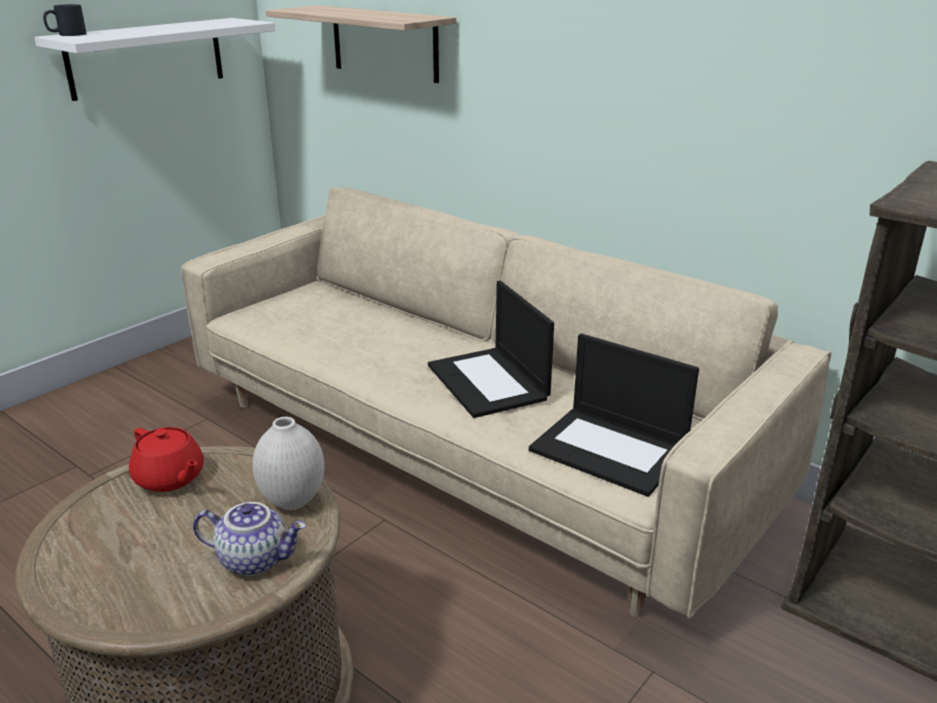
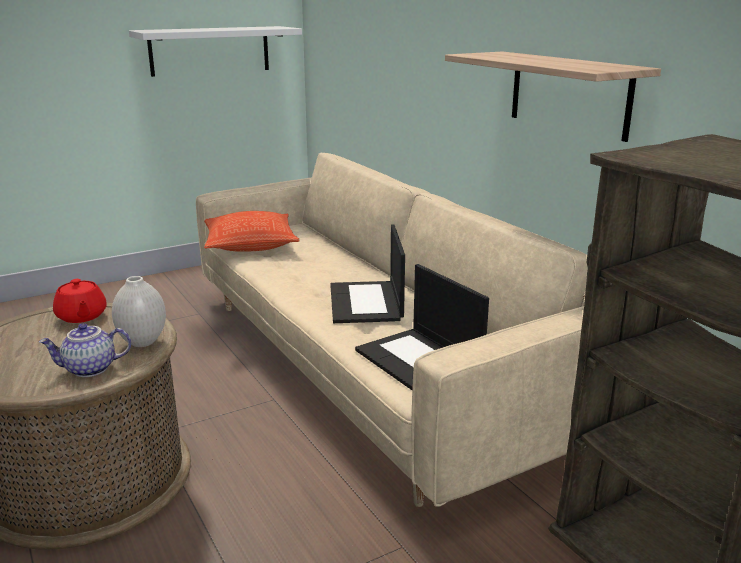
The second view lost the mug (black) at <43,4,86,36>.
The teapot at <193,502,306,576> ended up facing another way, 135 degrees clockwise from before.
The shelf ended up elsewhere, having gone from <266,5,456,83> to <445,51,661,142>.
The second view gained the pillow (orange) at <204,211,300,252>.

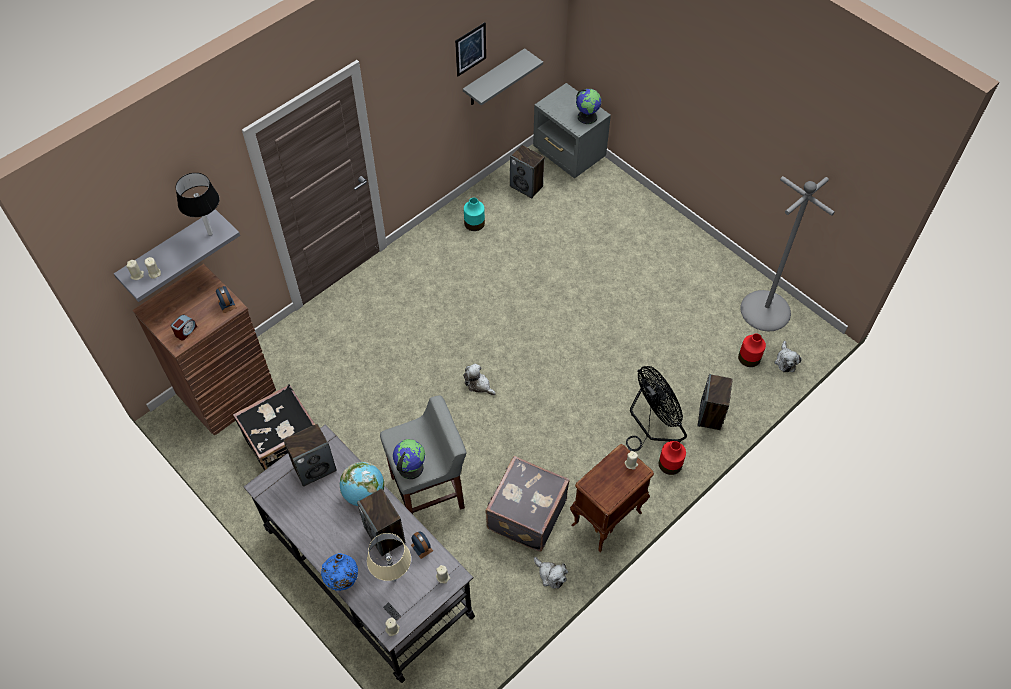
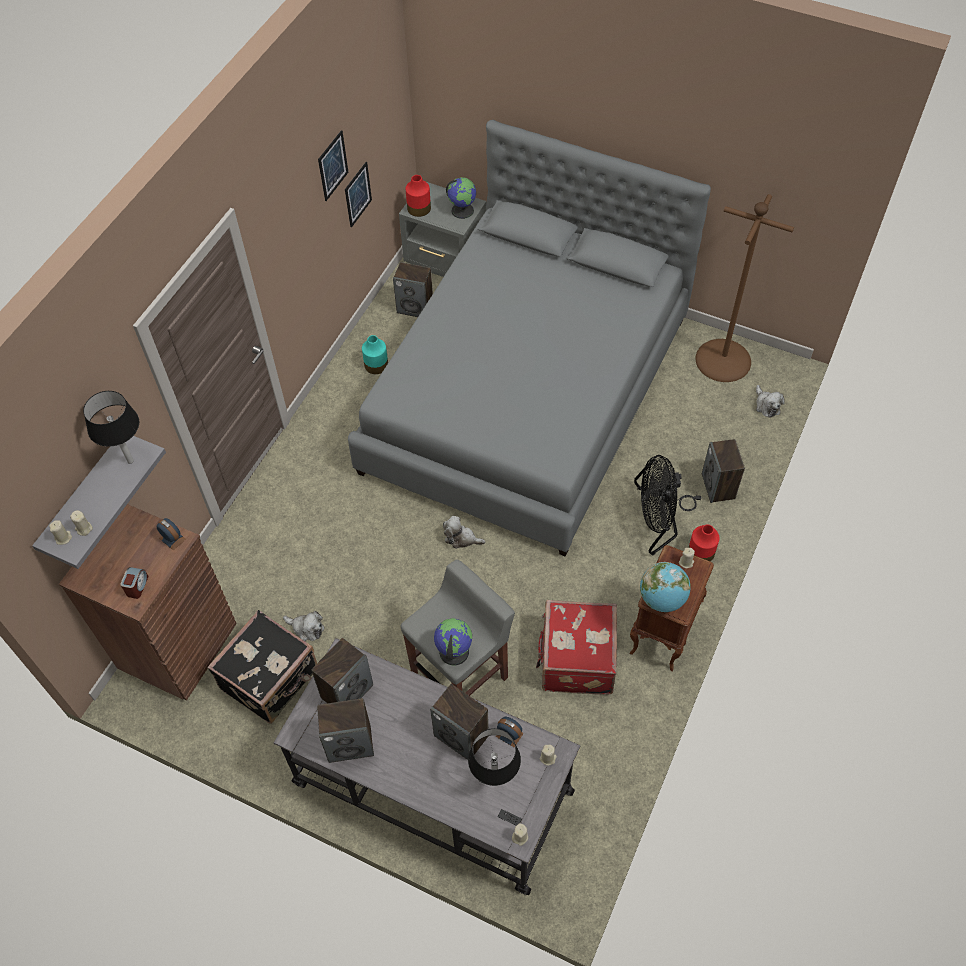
The second view lost the vase (blue) at <321,553,358,591>.
The globe ended up elsewhere, having gone from <340,462,384,506> to <640,562,691,612>.
What was the table lamp (beige) at <367,533,411,582> turned into the table lamp (black) at <468,728,521,786>.
Where the shelf (grey) hung at <463,48,543,105>, the picture came to hang at <345,162,372,228>.
What was the suitcase (grey) at <485,456,570,552> turned into the suitcase (red) at <536,600,617,695>.
The plush toy ended up elsewhere, having gone from <534,557,568,589> to <283,611,325,641>.
The fan (black) at <626,366,687,451> ended up facing another way, 135 degrees counterclockwise from before.
The vase (red) ended up elsewhere, having gone from <738,333,766,367> to <406,175,431,217>.
What was the clothes rack (grey) at <741,176,835,332> turned into the clothes rack (brown) at <695,194,794,382>.
The second view gained the speaker at <317,698,374,763>.
The second view gained the bed (grey) at <348,120,711,556>.

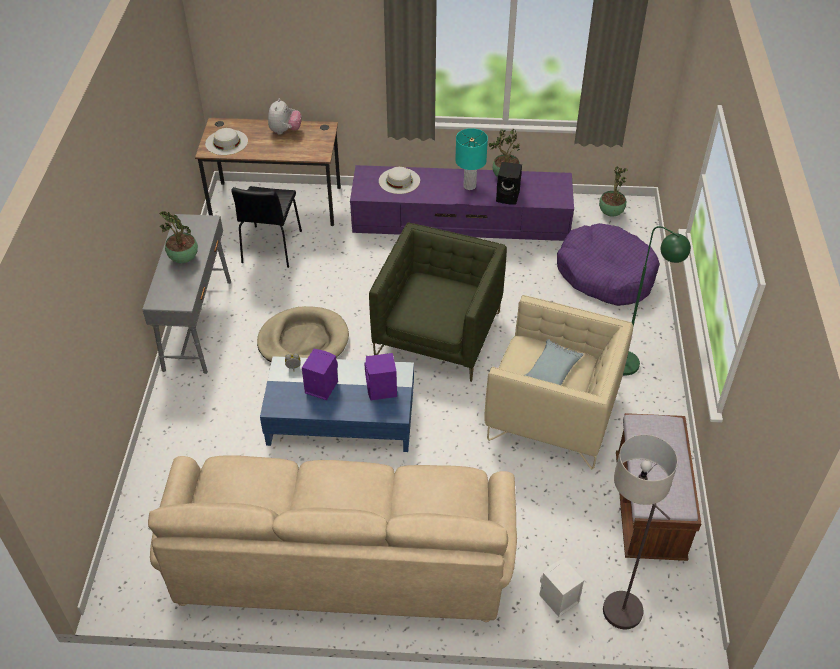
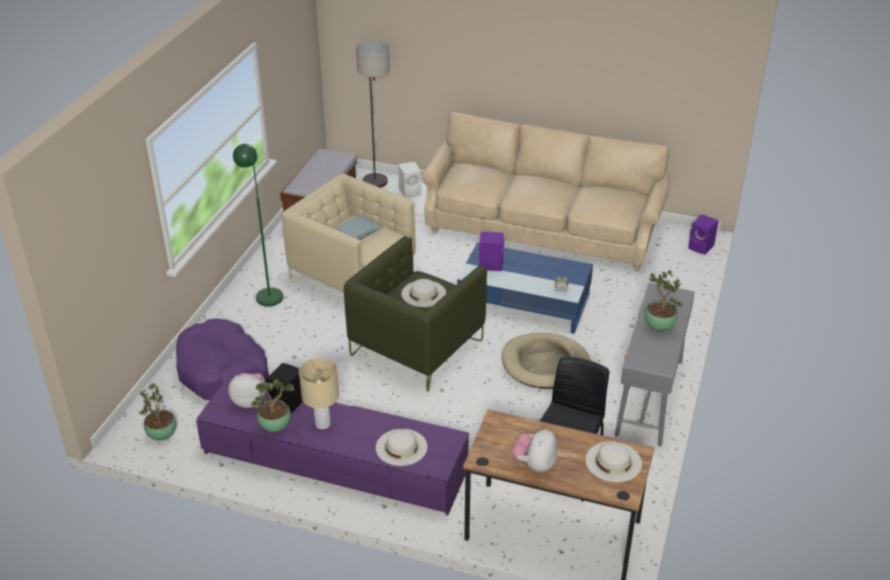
The speaker (purple) ended up elsewhere, having gone from <302,349,338,400> to <688,214,719,255>.
What was the table lamp (turquoise) at <455,128,488,190> turned into the table lamp (beige) at <299,358,339,429>.
The second view gained the plush toy at <228,373,266,408>.
The second view gained the hat (white) at <402,279,446,307>.

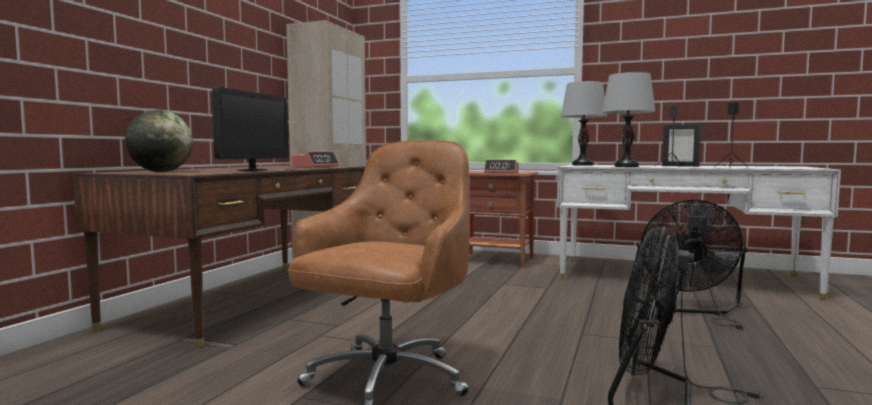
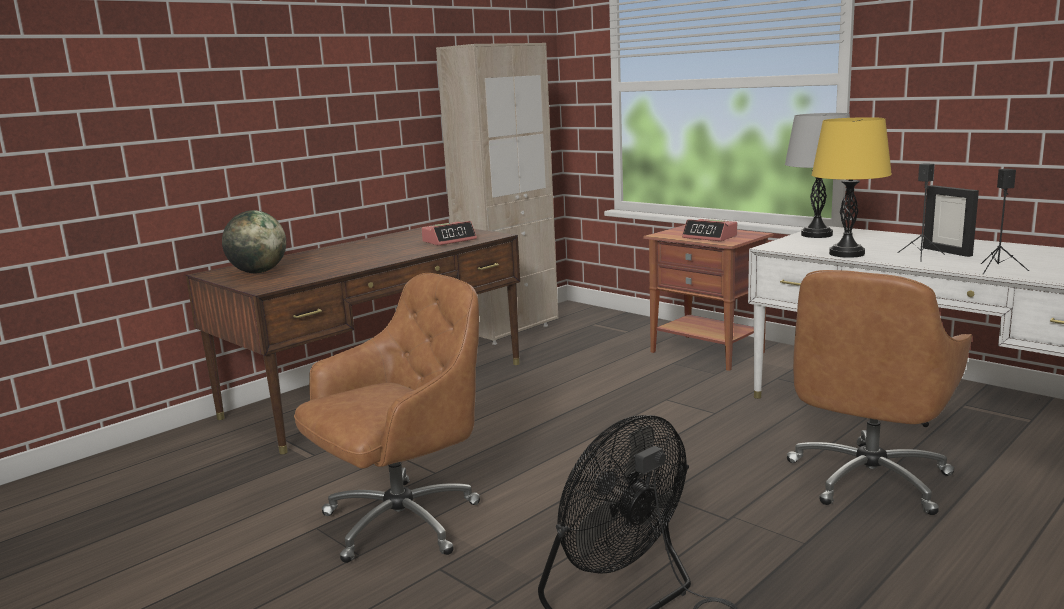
The second view lost the monitor at <212,87,289,171>.
What was the table lamp (grey) at <602,72,655,167> turned into the table lamp (yellow) at <812,117,892,258>.
Where the fan (black) stood at <633,200,748,330>, the office chair (brown) came to stand at <787,270,972,515>.

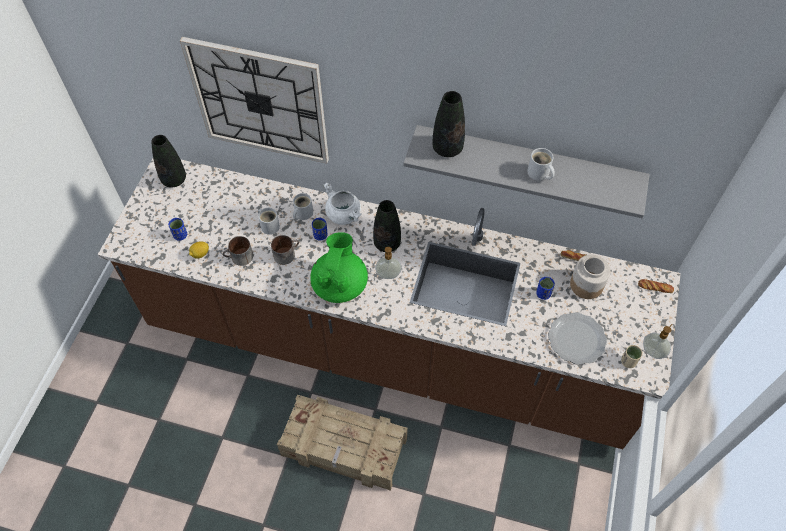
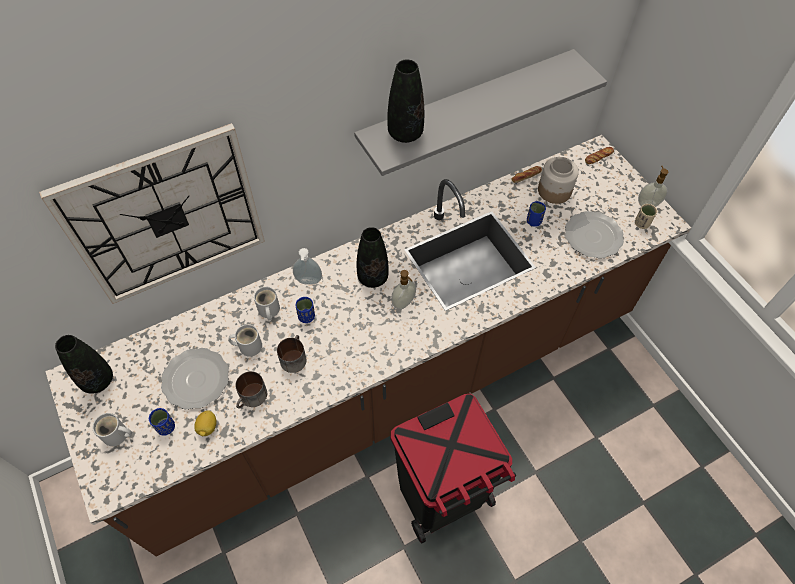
Where the crate stood at <277,395,408,491>, the trash can (black) came to stand at <391,394,516,543>.
The second view lost the teapot (green) at <310,232,368,303>.
Where the cooking pot (white) stood at <323,183,362,225>, the soap dispenser came to stand at <293,248,322,285>.
The mug (white) ended up elsewhere, having gone from <527,148,555,181> to <92,413,132,446>.
The second view gained the plate at <161,348,229,410>.

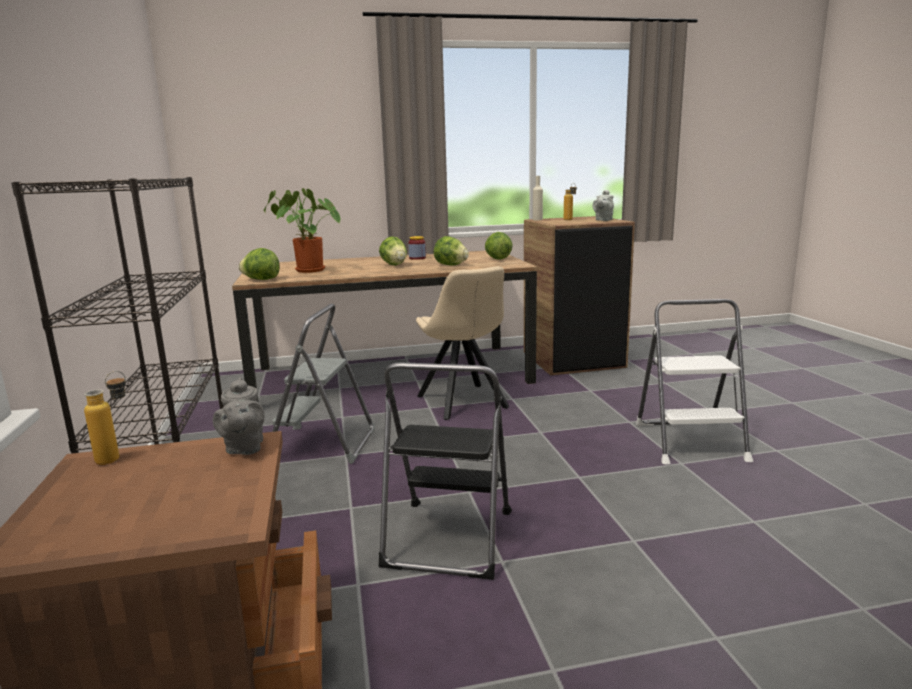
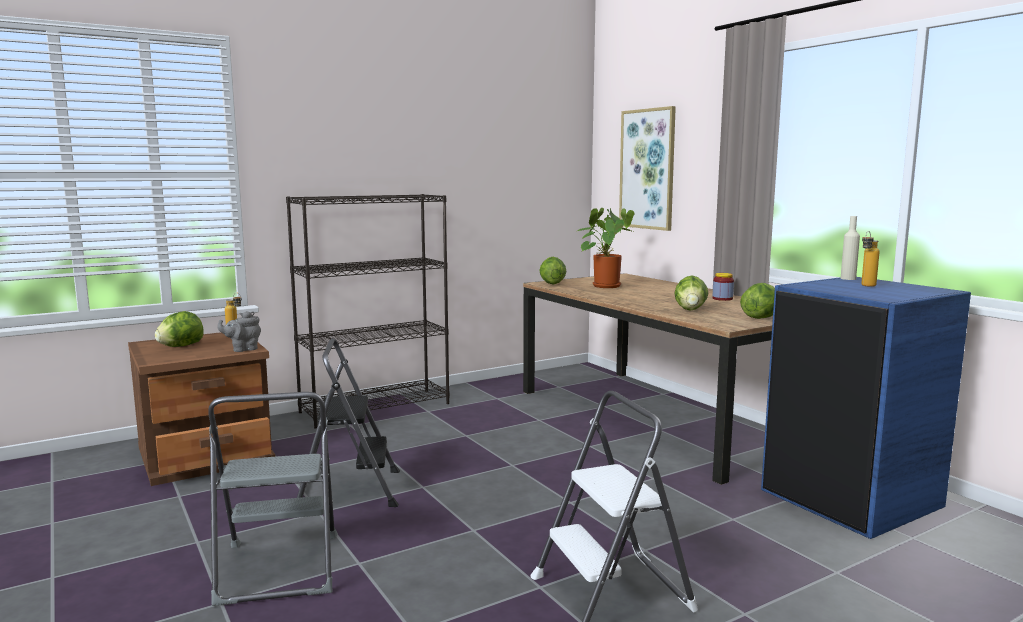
The step ladder (grey) ended up elsewhere, having gone from <272,304,375,464> to <208,392,338,606>.
The lettuce ended up elsewhere, having gone from <379,236,407,266> to <155,311,204,347>.
The second view lost the chair (beige) at <416,266,509,420>.
What was the cabinet (brown) at <524,216,635,375> turned into the cabinet (blue) at <761,277,971,539>.
The second view lost the teapot (grey) at <593,190,614,221>.
The second view gained the picture at <619,106,676,231>.

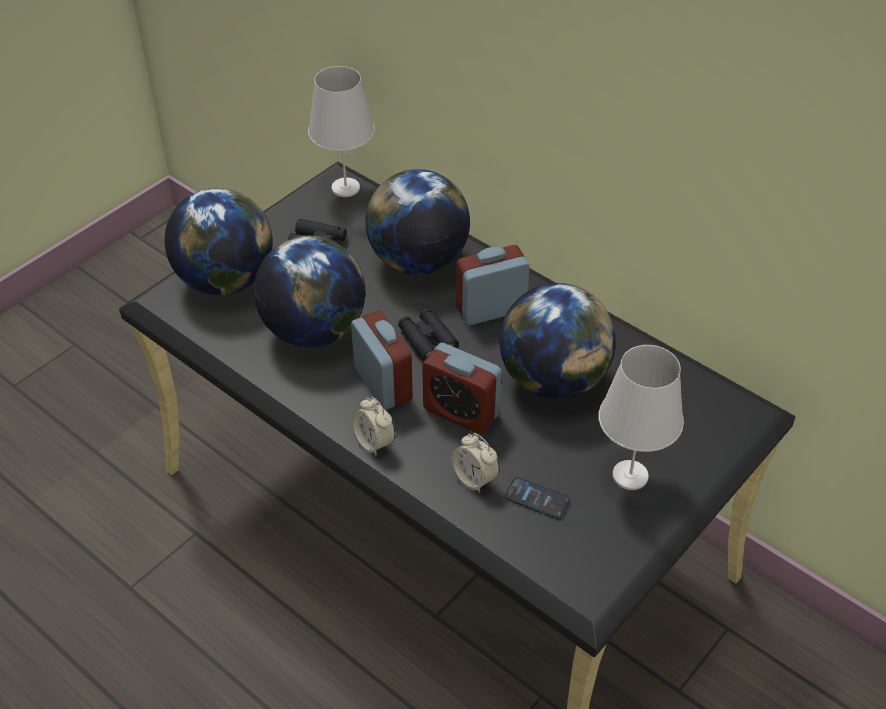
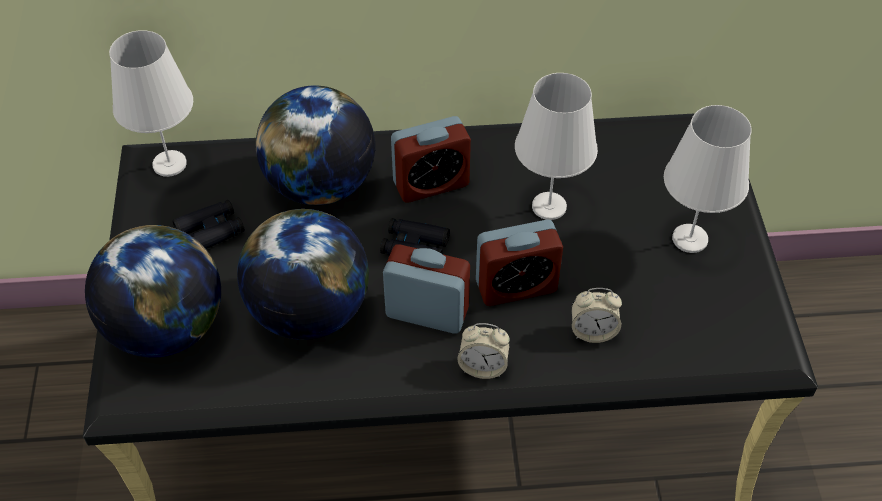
The alarm clock at <456,245,530,325> ended up facing another way, 135 degrees counterclockwise from before.
Where the globe stood at <499,283,616,399>, the table lamp (white) came to stand at <515,73,598,220>.
The second view lost the phone at <505,477,570,519>.

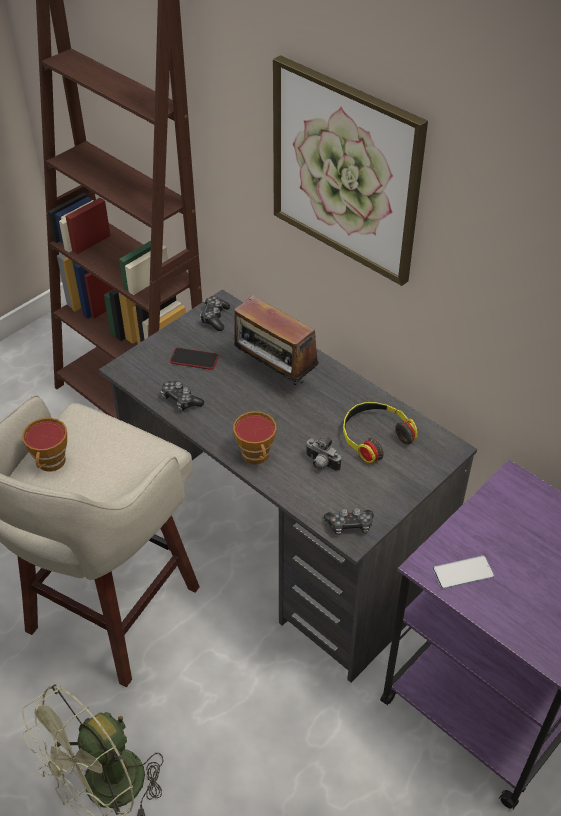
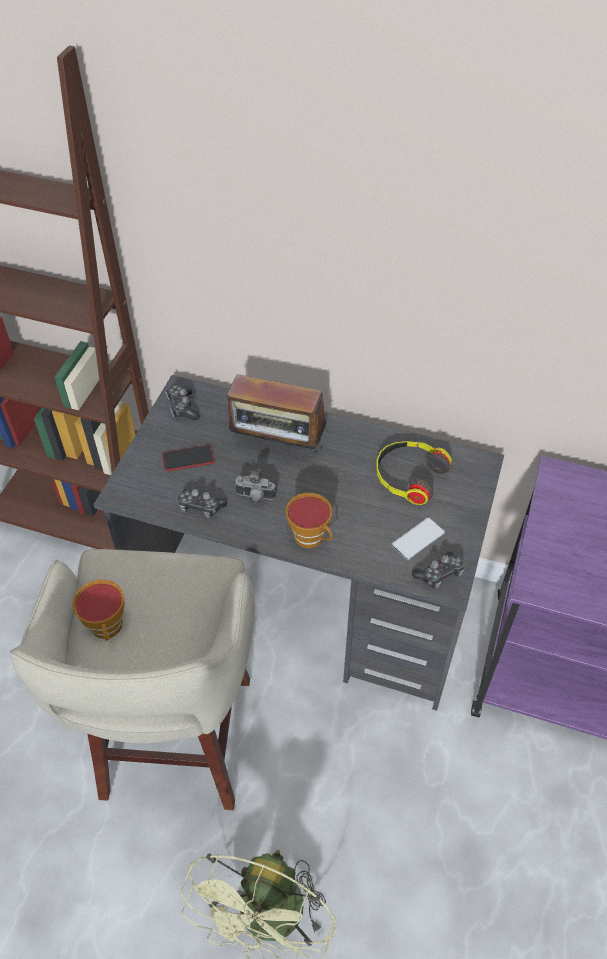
The second view lost the picture at <273,55,428,286>.
The photo camera ended up elsewhere, having gone from <305,437,341,471> to <235,469,276,504>.
The phone ended up elsewhere, having gone from <433,556,494,589> to <391,517,445,560>.

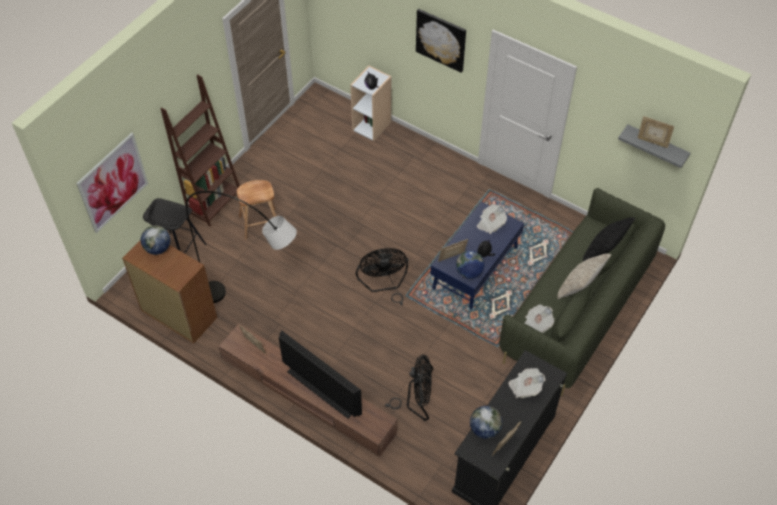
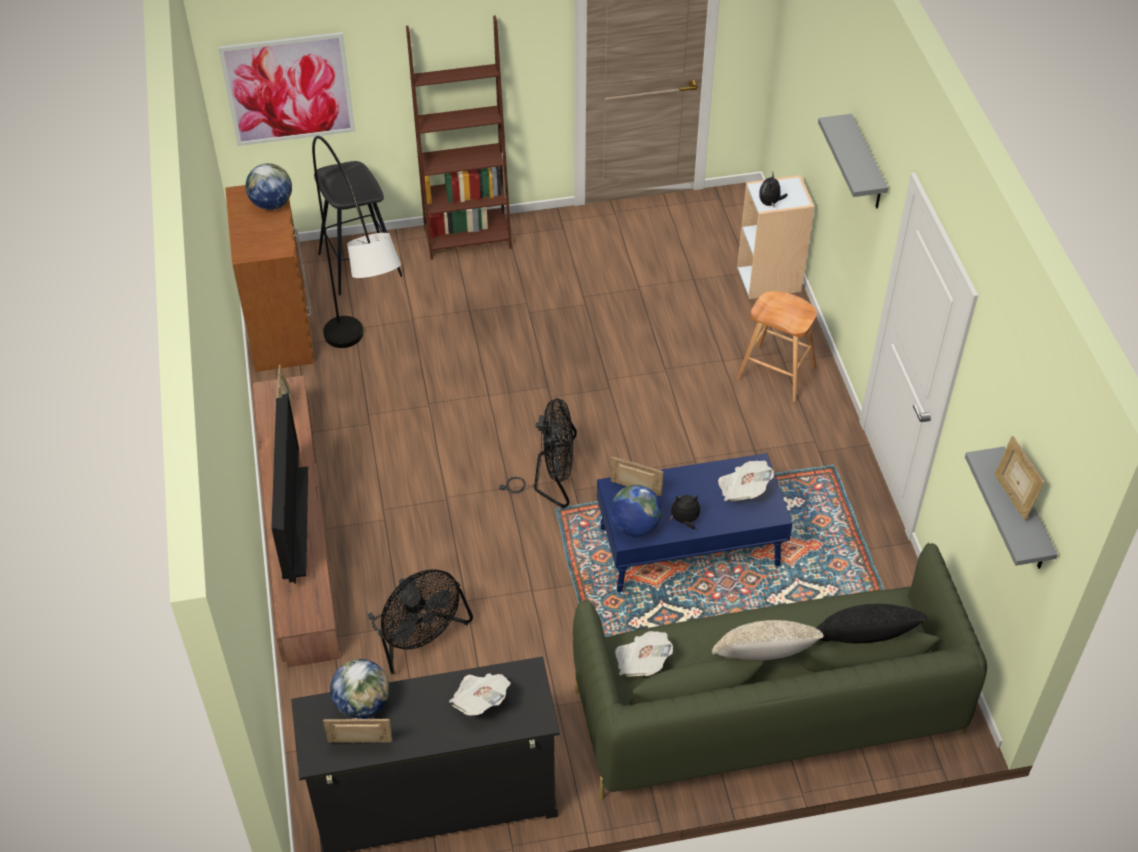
The stool (brown) ended up elsewhere, having gone from <237,180,276,240> to <737,291,817,402>.
The fan (black) at <355,248,409,305> ended up facing another way, 60 degrees clockwise from before.
Where the picture hung at <416,9,466,73>, the shelf (grey) came to hang at <818,114,888,209>.

